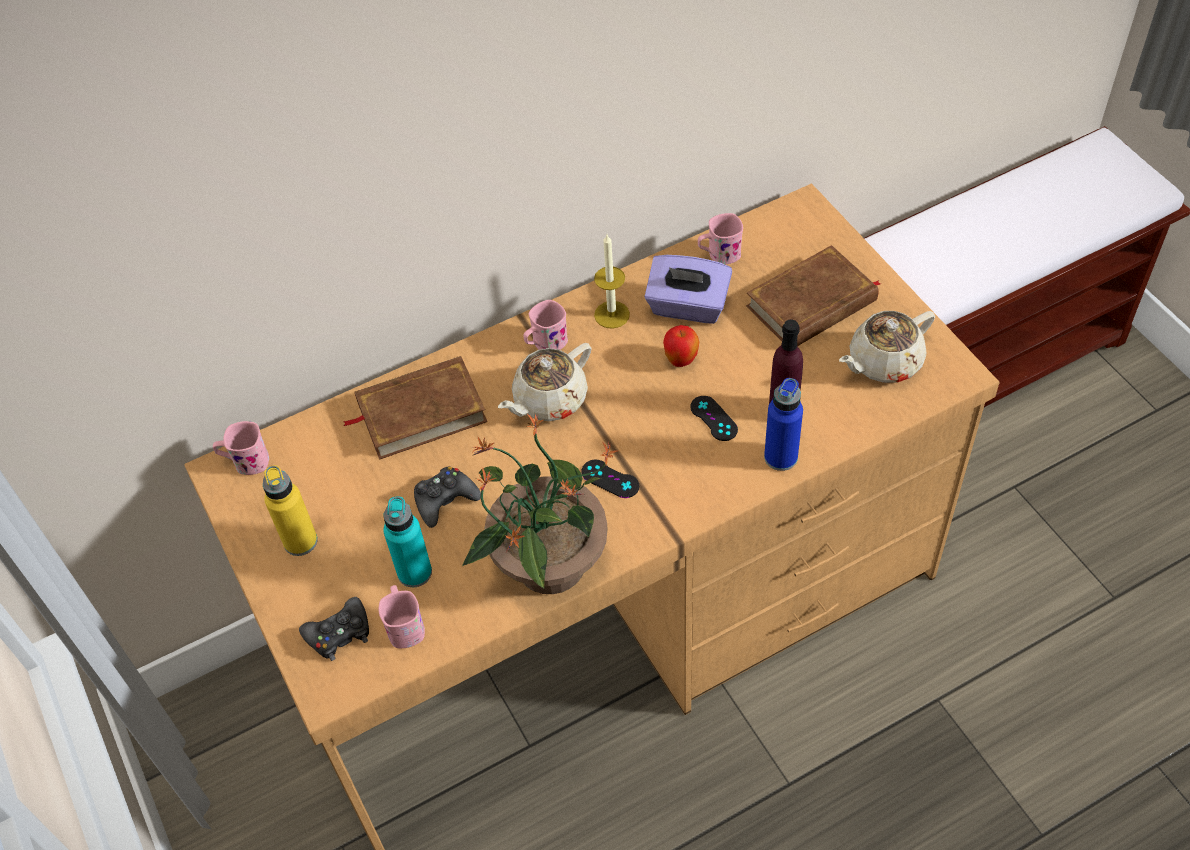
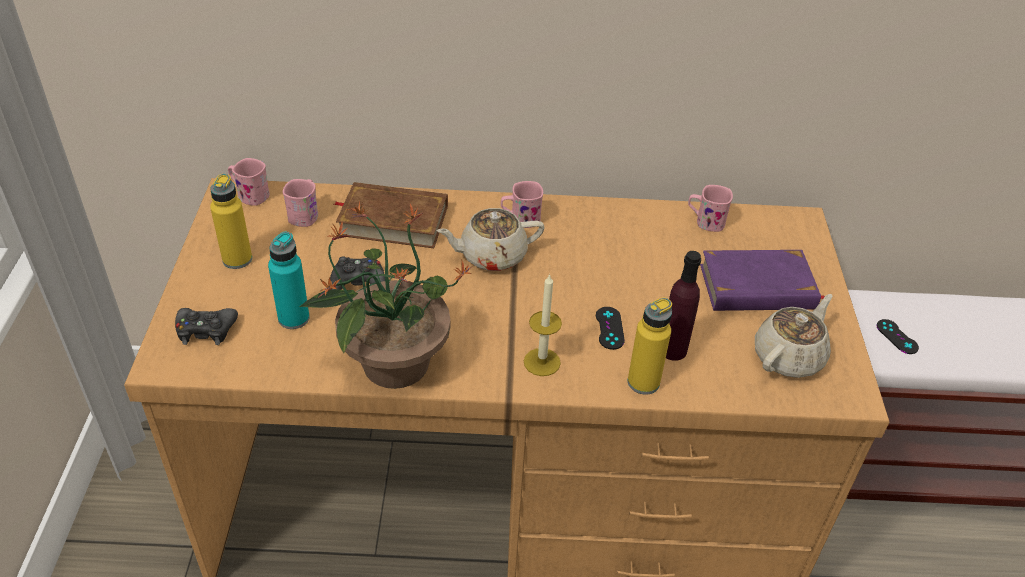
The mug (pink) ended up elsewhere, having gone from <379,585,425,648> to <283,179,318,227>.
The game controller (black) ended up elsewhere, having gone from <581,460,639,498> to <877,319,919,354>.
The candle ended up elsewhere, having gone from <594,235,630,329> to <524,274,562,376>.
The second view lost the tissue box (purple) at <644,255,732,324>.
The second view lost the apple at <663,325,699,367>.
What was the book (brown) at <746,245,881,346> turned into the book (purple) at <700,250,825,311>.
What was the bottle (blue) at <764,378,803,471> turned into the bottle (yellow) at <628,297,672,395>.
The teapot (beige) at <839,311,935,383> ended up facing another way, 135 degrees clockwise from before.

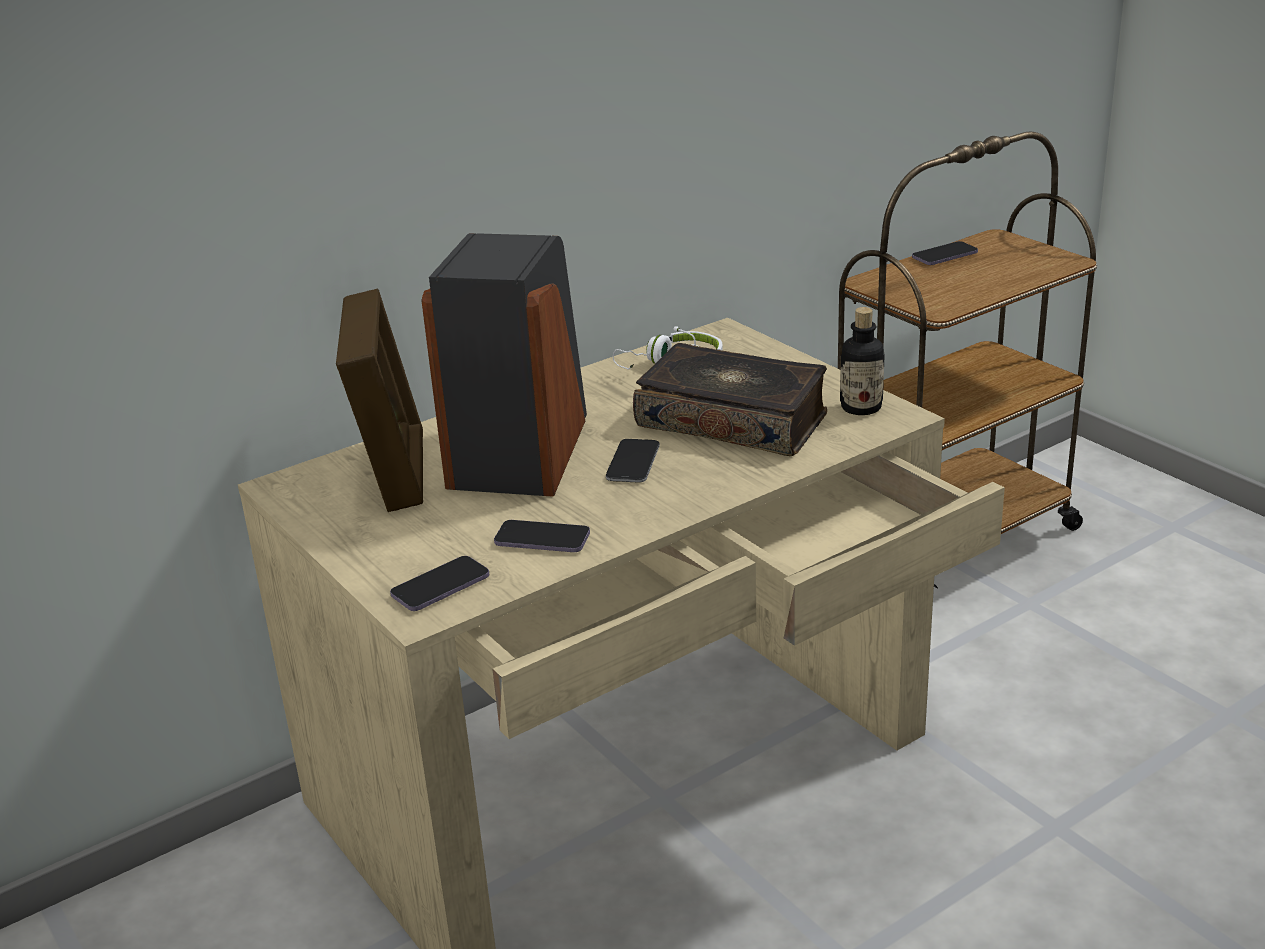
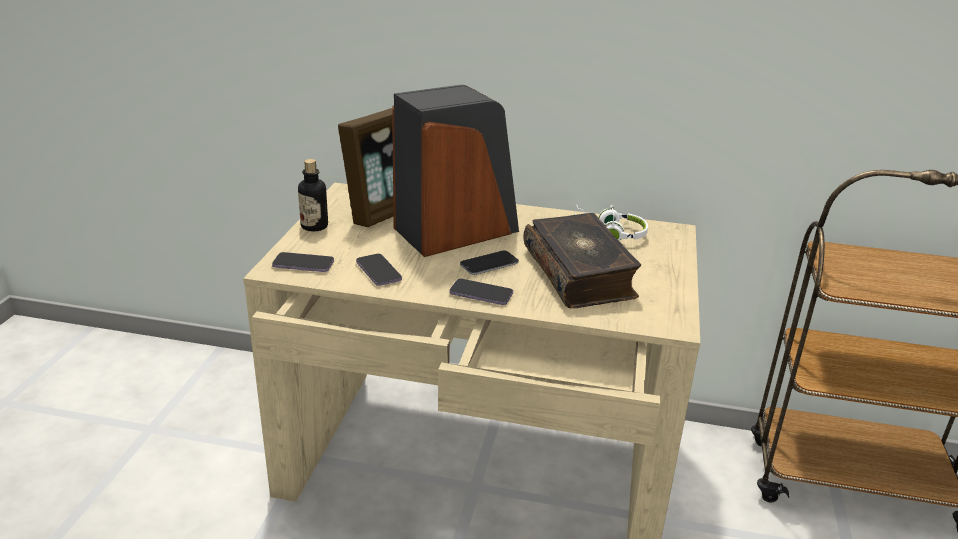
The bottle ended up elsewhere, having gone from <840,307,885,415> to <298,159,328,231>.
The phone ended up elsewhere, having gone from <912,241,978,265> to <450,279,513,305>.

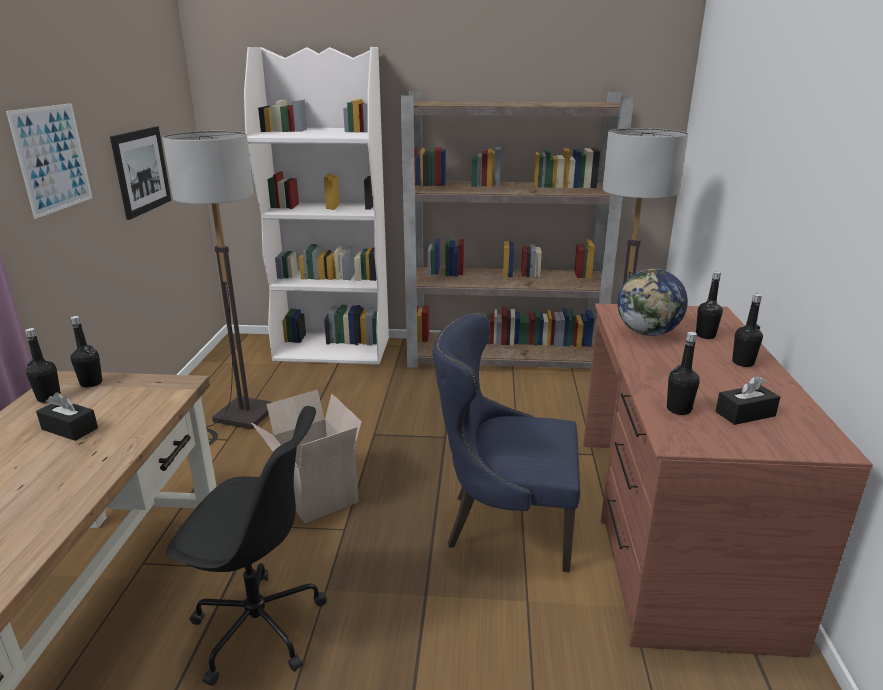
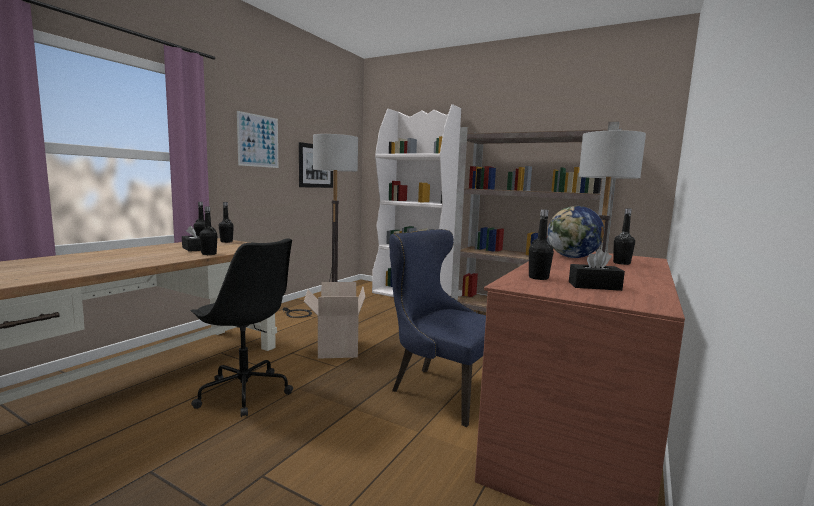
The bottle (black) ended up elsewhere, having gone from <732,294,763,367> to <199,206,218,255>.

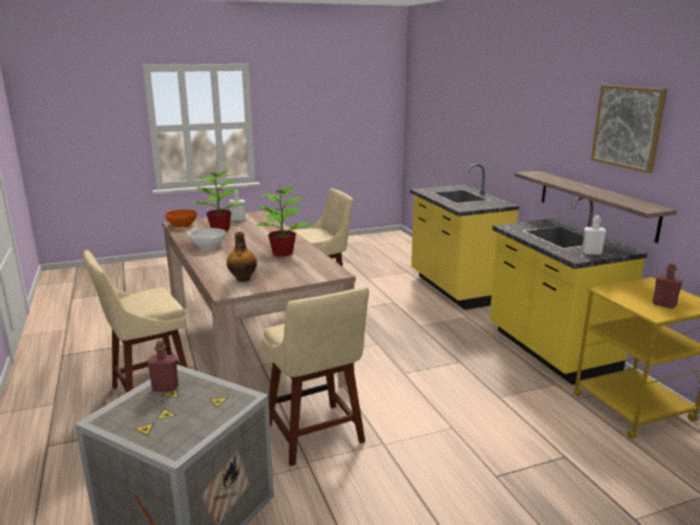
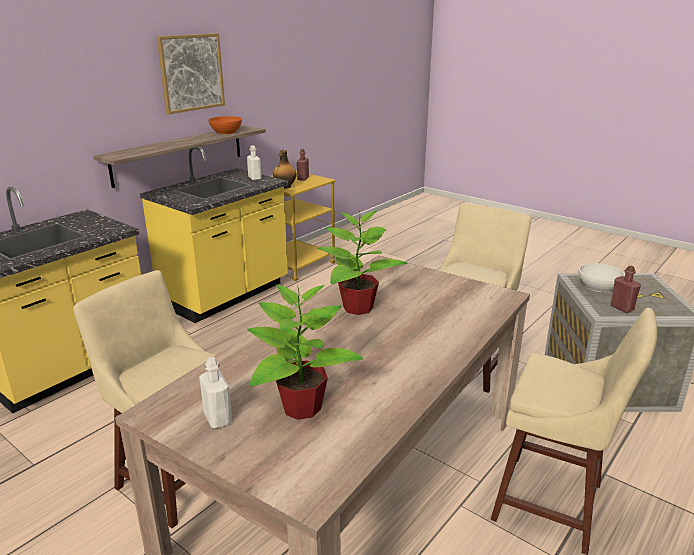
The bowl (orange) ended up elsewhere, having gone from <165,209,197,228> to <208,116,242,134>.
The bowl (white) ended up elsewhere, having gone from <189,228,225,249> to <579,263,625,292>.
The bottle ended up elsewhere, having gone from <227,232,257,282> to <273,150,297,189>.

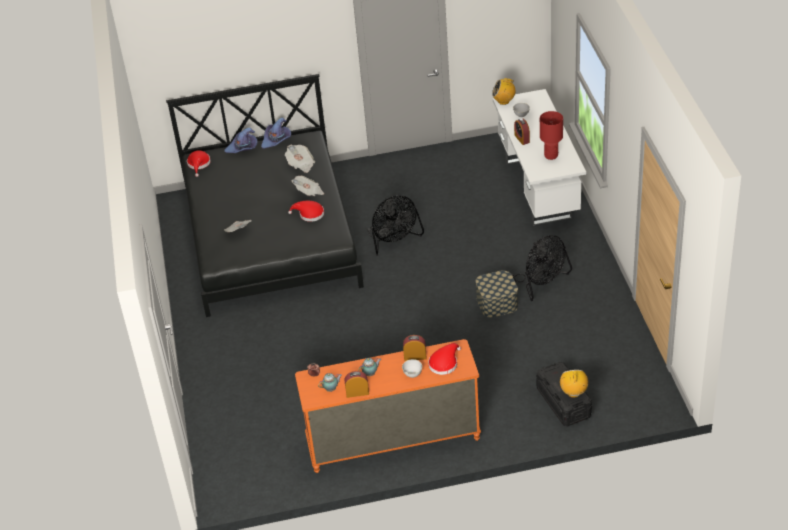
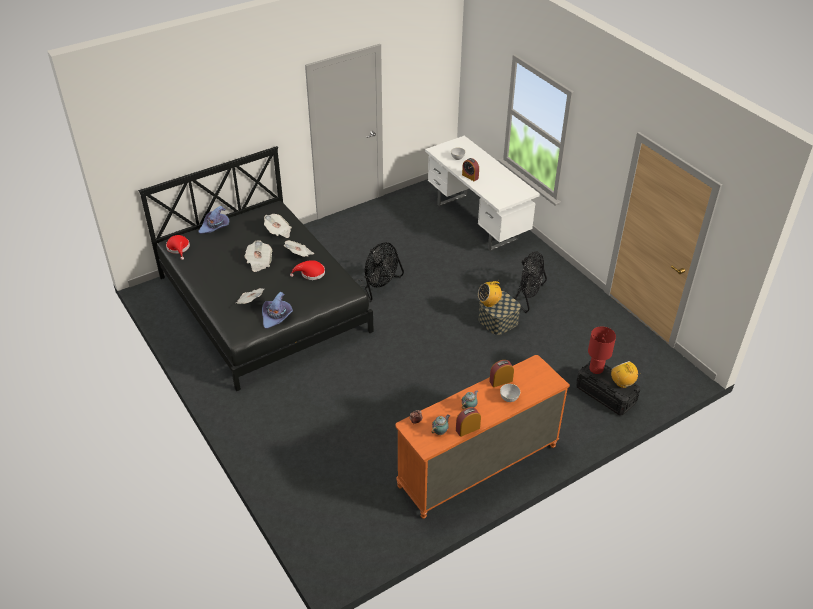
The hat (purple) ended up elsewhere, having gone from <261,117,291,149> to <262,292,293,329>.
The second view lost the hat (red) at <428,343,461,375>.
The radio ended up elsewhere, having gone from <492,78,515,105> to <478,281,502,307>.
The table lamp (red) ended up elsewhere, having gone from <540,111,563,160> to <588,326,616,374>.
The second view gained the newspaper at <244,240,273,272>.

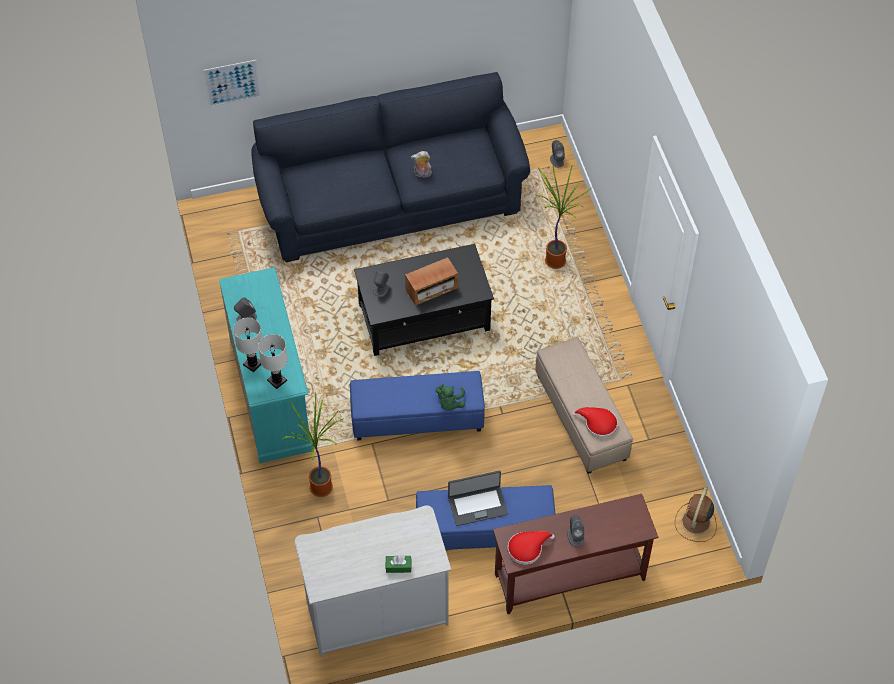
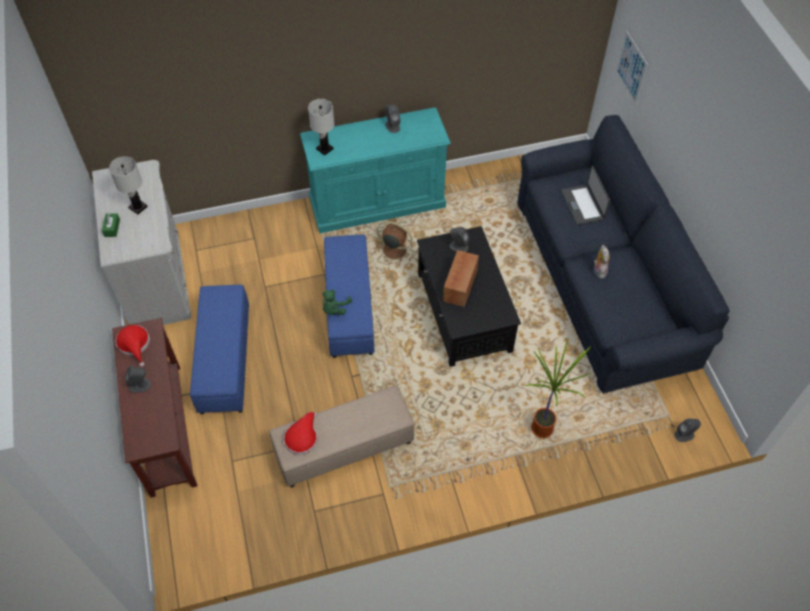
The table lamp (white) ended up elsewhere, having gone from <233,317,262,372> to <109,156,148,214>.
The second view lost the potted plant at <283,393,343,497>.
The radio at <405,257,458,306> ended up facing another way, 45 degrees clockwise from before.
The plush toy (green) at <435,384,465,410> ended up facing another way, 75 degrees counterclockwise from before.
The laptop ended up elsewhere, having gone from <448,470,508,526> to <561,166,611,225>.
The fan (brown) ended up elsewhere, having gone from <675,487,717,542> to <375,221,413,264>.

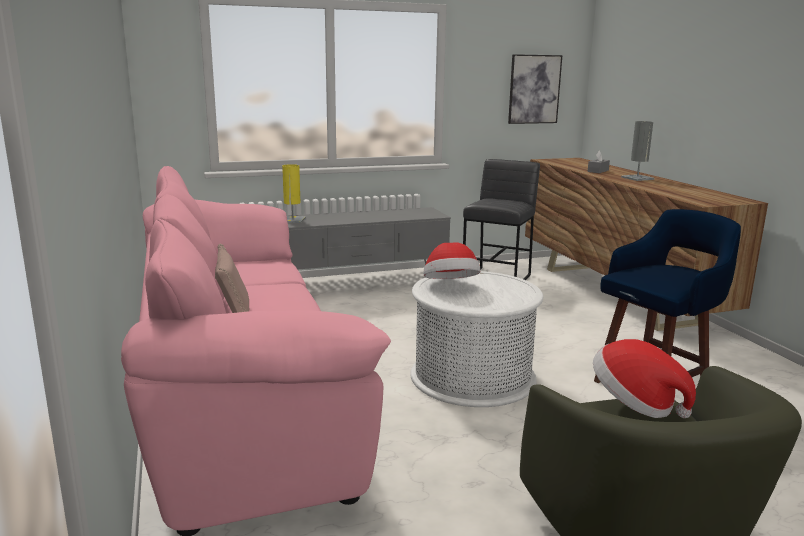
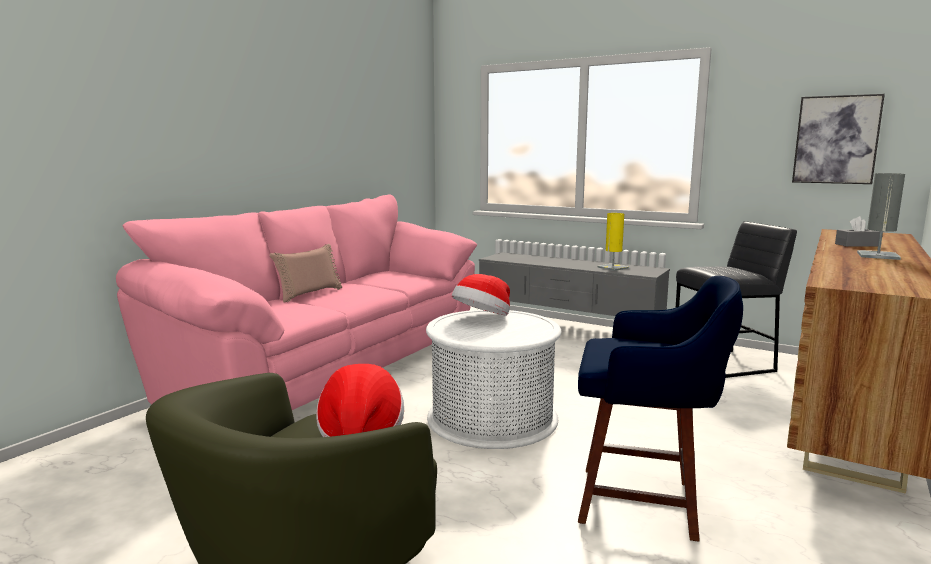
The table lamp (yellow) ended up elsewhere, having gone from <282,164,306,223> to <597,213,629,271>.

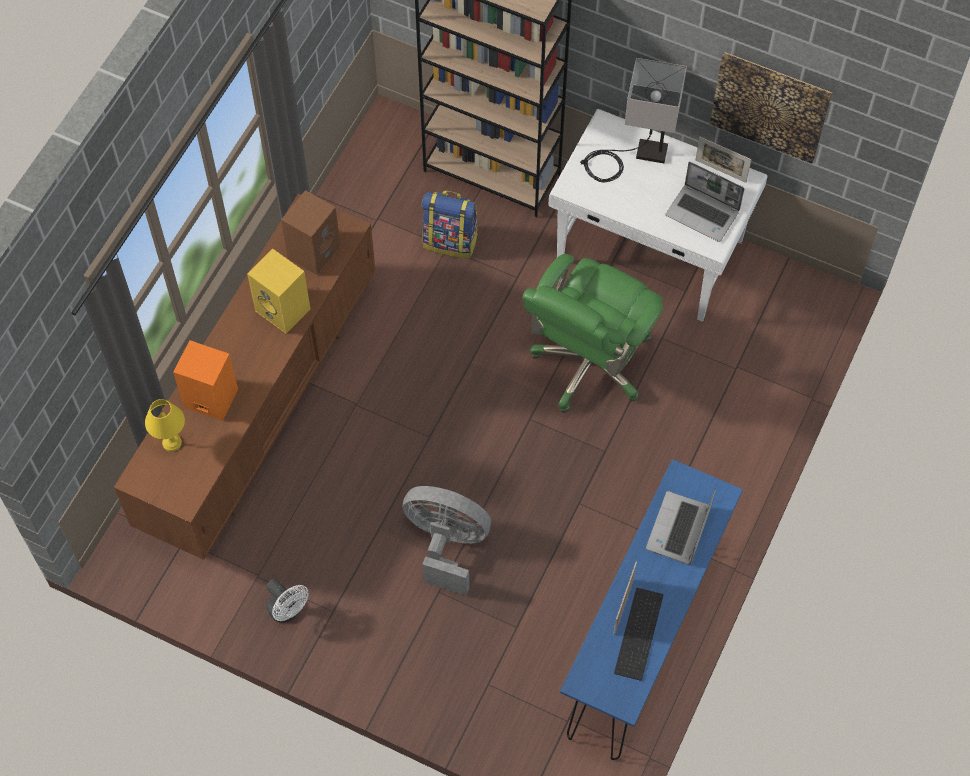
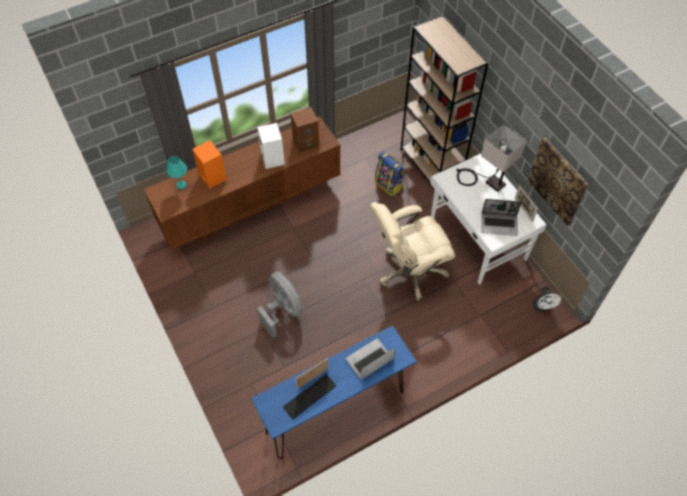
What was the table lamp (yellow) at <145,399,185,452> turned into the table lamp (turquoise) at <166,156,187,189>.
What was the speaker (yellow) at <247,248,310,334> turned into the speaker (white) at <257,123,285,169>.
The fan (white) ended up elsewhere, having gone from <266,579,309,623> to <533,286,561,312>.
What was the office chair (green) at <523,254,663,413> turned into the office chair (beige) at <370,202,455,301>.
The laptop at <666,162,744,242> ended up facing another way, 60 degrees counterclockwise from before.

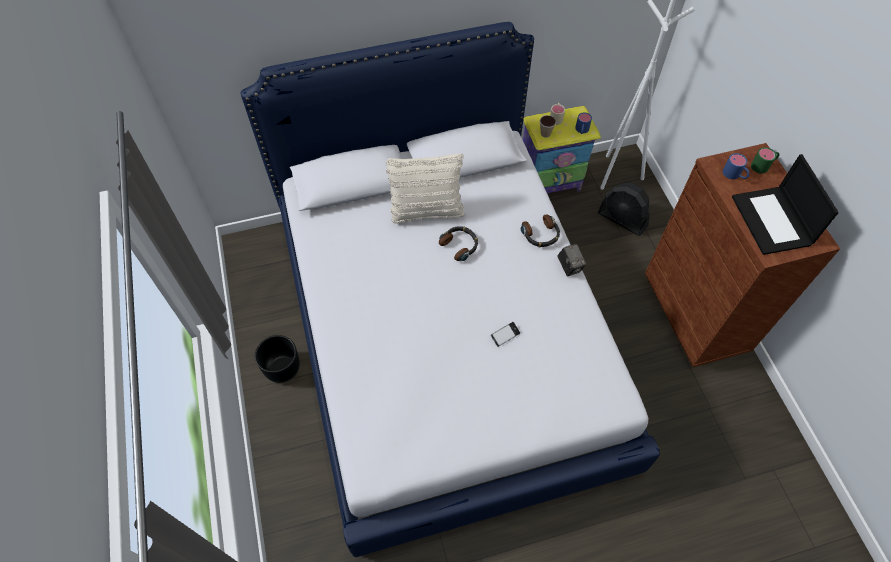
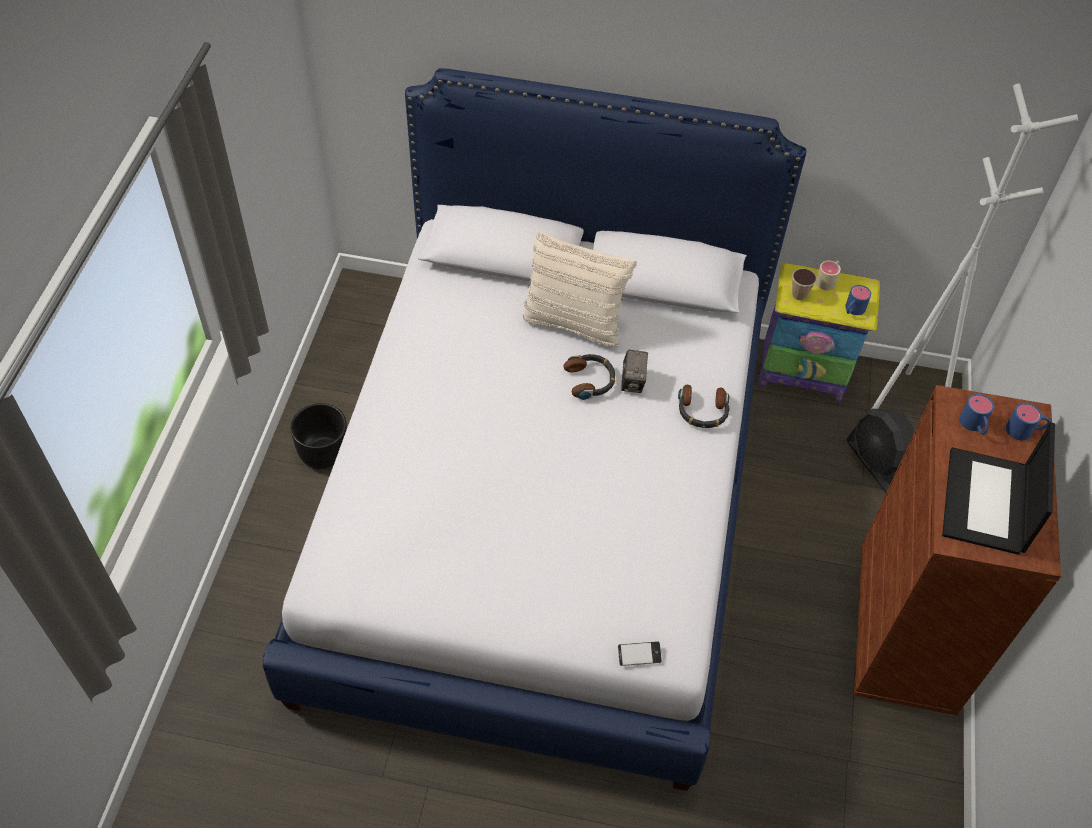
The phone ended up elsewhere, having gone from <491,322,520,347> to <618,641,662,666>.
The photo camera ended up elsewhere, having gone from <557,244,586,276> to <621,350,648,393>.
What was the mug (green) at <751,147,780,174> turned into the mug (blue) at <1006,403,1051,440>.

